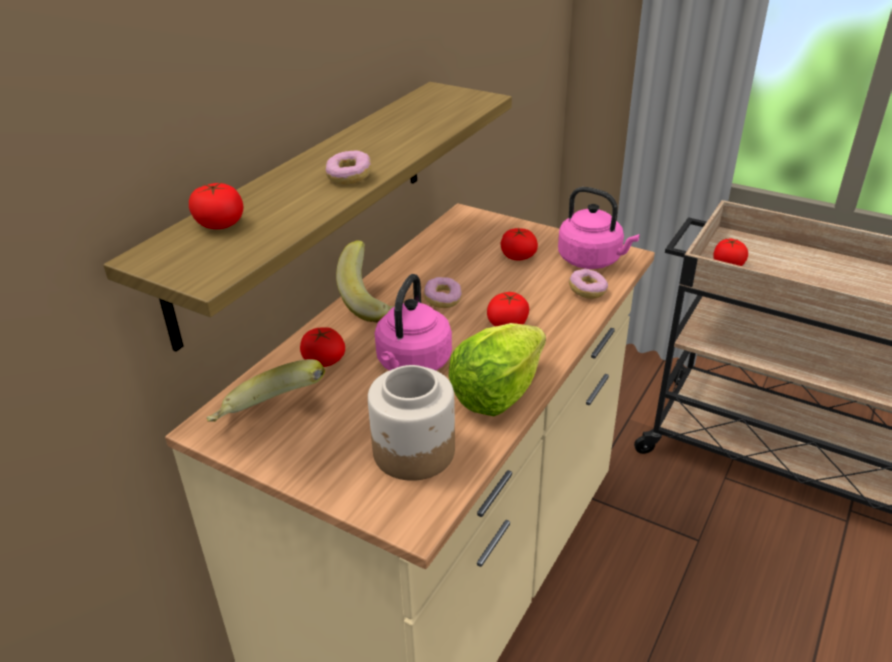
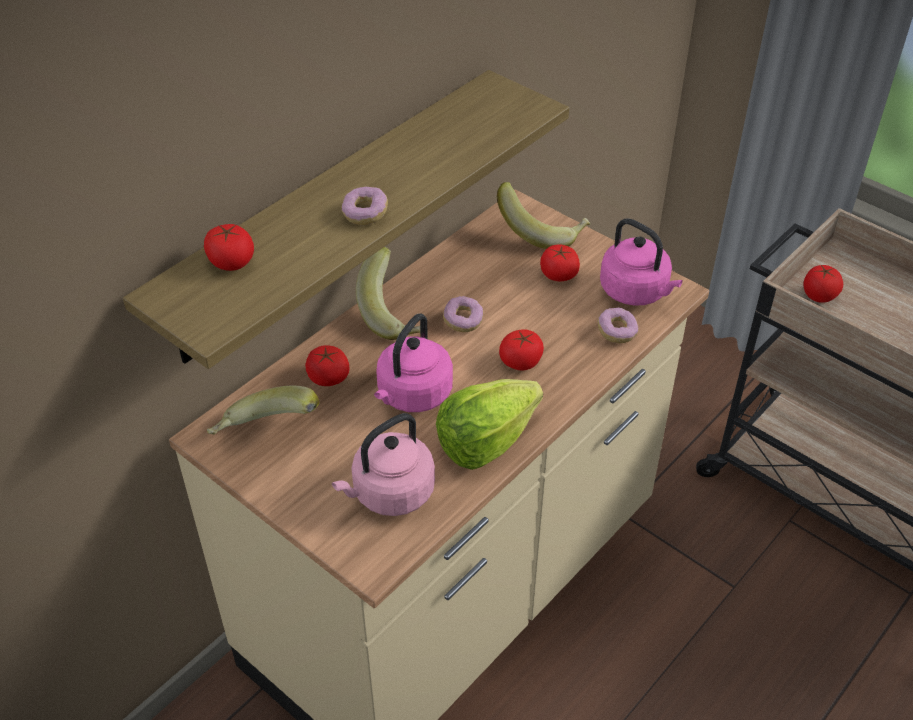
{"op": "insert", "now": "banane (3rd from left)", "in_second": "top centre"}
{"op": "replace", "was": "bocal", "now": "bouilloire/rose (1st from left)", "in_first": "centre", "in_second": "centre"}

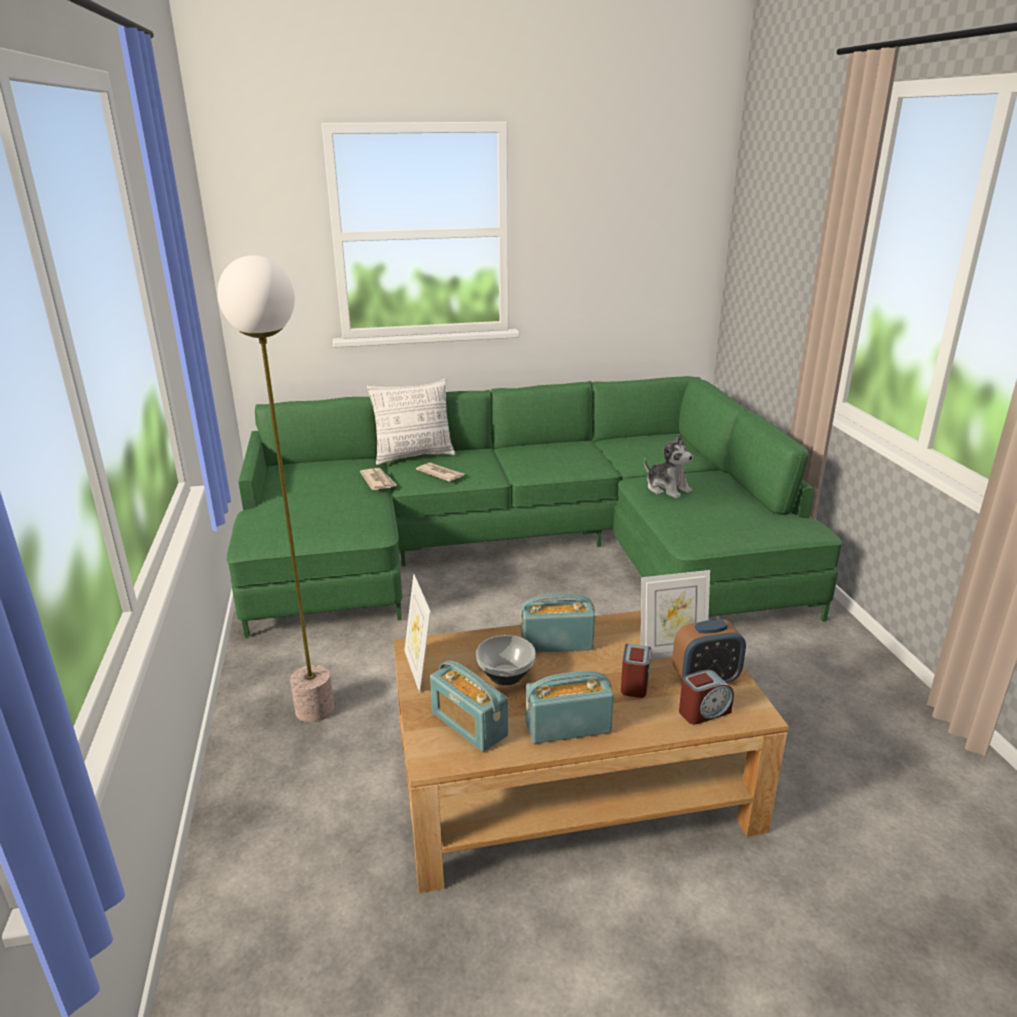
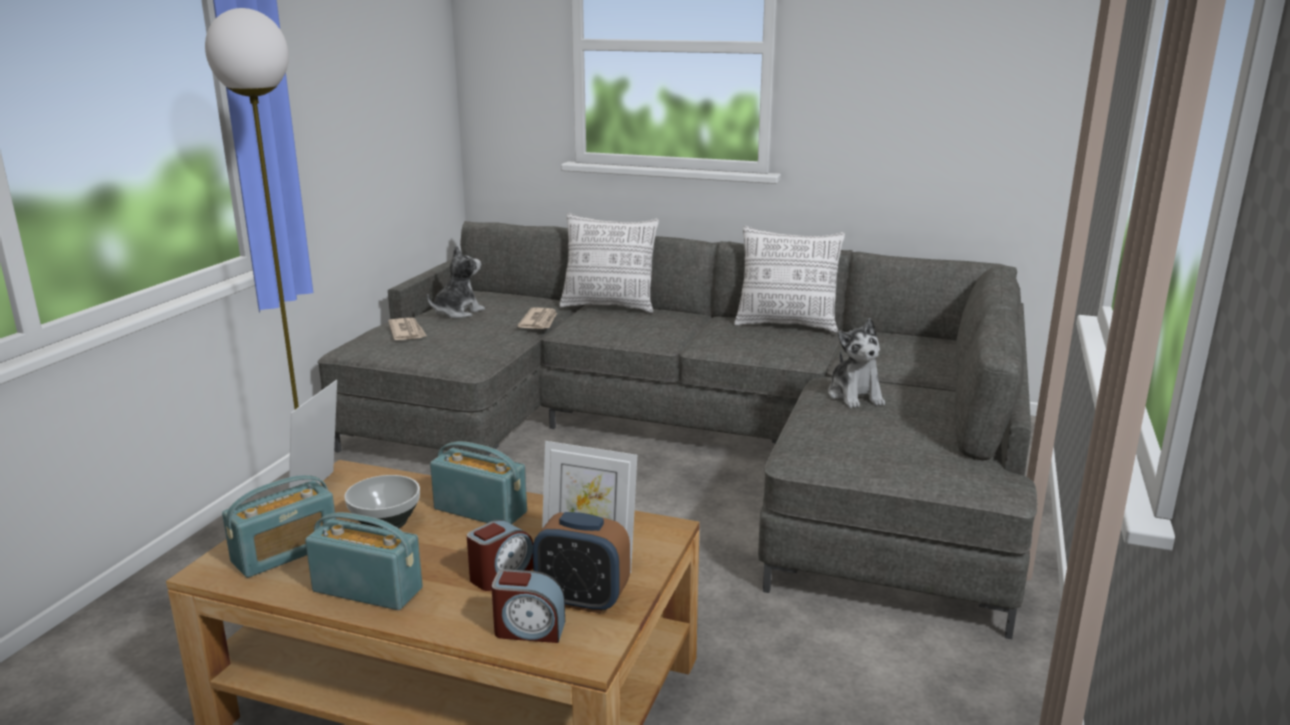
{"op": "insert", "now": "peluche (1st from left)", "in_second": "centre"}
{"op": "insert", "now": "coussin (2nd from left)", "in_second": "centre"}
{"op": "move", "was": "journal (2nd from left in the first image)", "now": "journal (1st from left)", "in_first": "centre", "in_second": "middle left"}
{"op": "recolor", "was": "canapé/vert", "now": "canapé/gris", "in_first": "centre", "in_second": "centre"}
{"op": "rotate", "was": "radio (1st from left)", "in_first": "bottom centre", "in_second": "bottom left", "clockwise": -120}

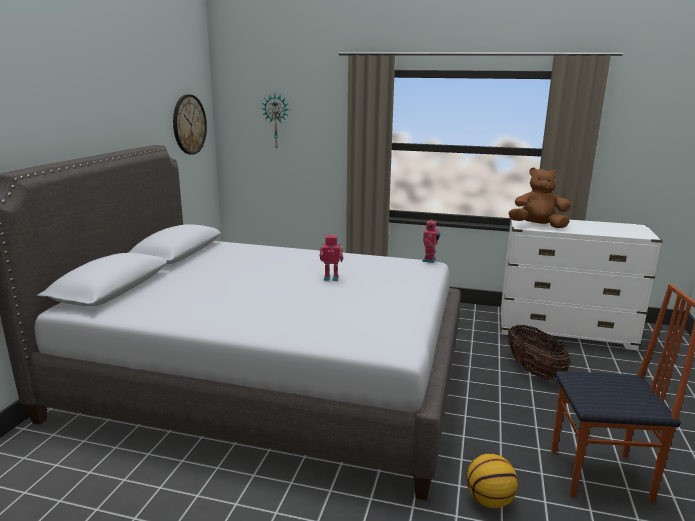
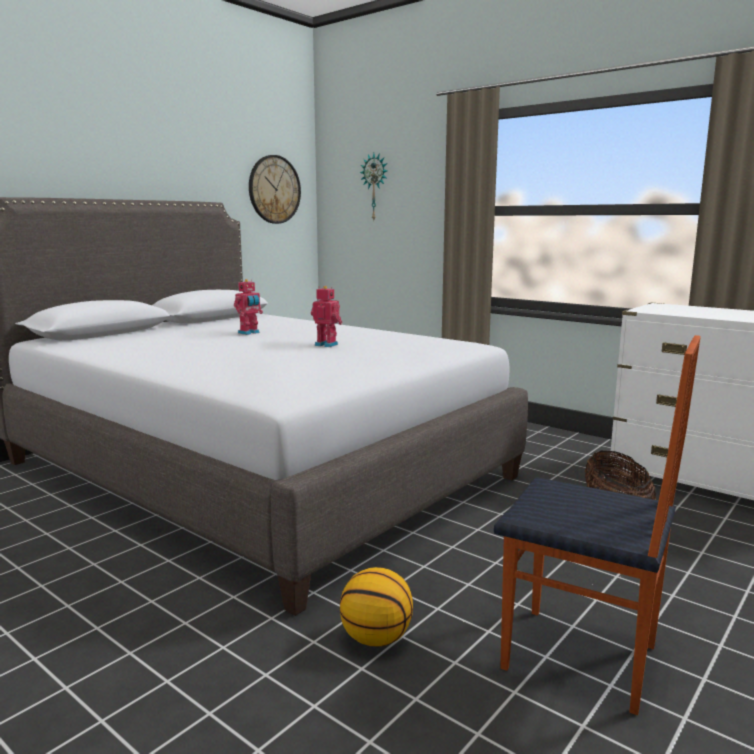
{"op": "delete", "was": "peluche/marron", "in_first": "middle right"}
{"op": "move", "was": "robot jouet (2nd from left in the first image)", "now": "robot jouet (1st from left)", "in_first": "centre", "in_second": "middle left"}

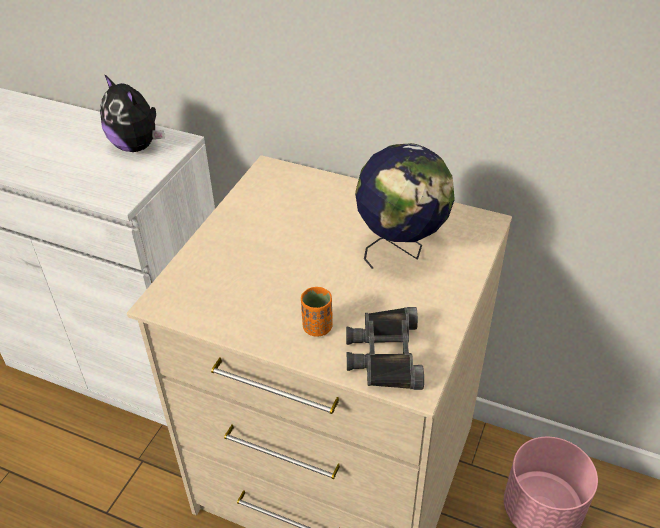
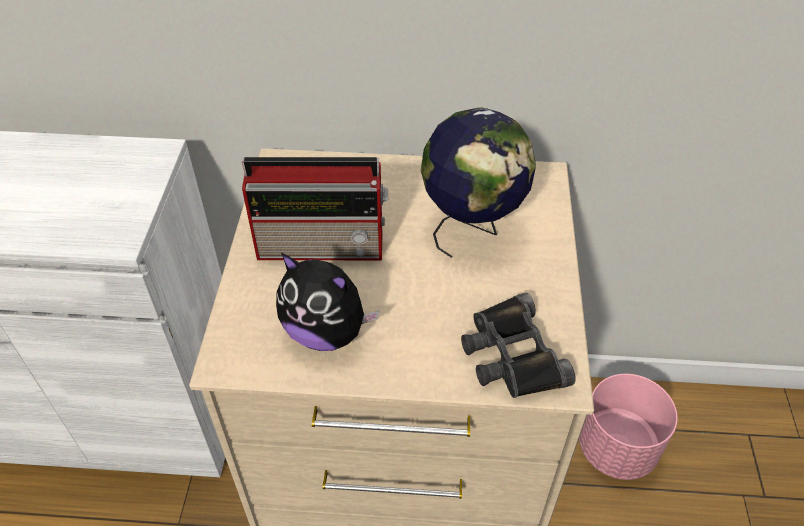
{"op": "delete", "was": "tasse/orange", "in_first": "centre"}
{"op": "insert", "now": "radio", "in_second": "centre"}
{"op": "move", "was": "peluche", "in_first": "top left", "in_second": "centre"}

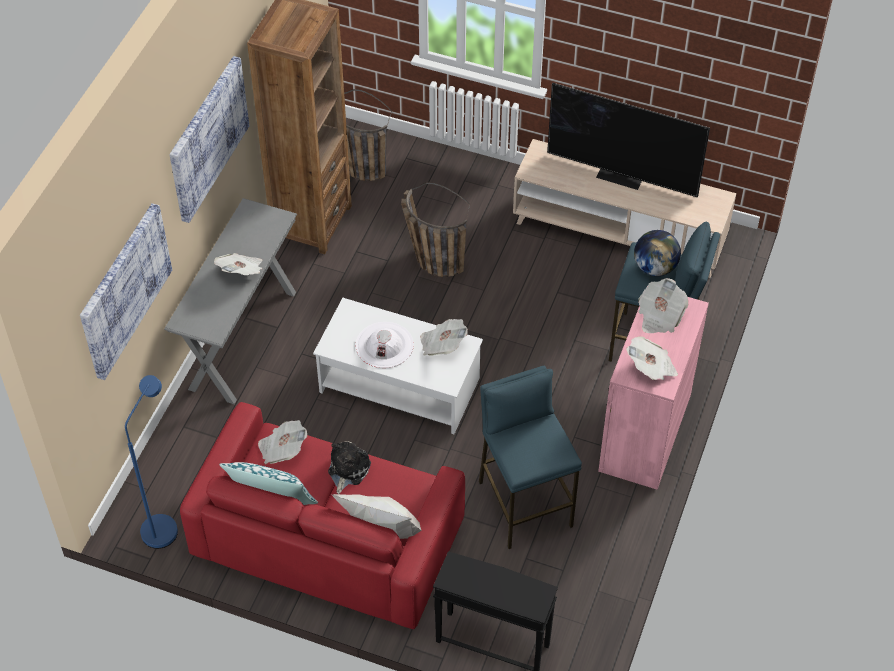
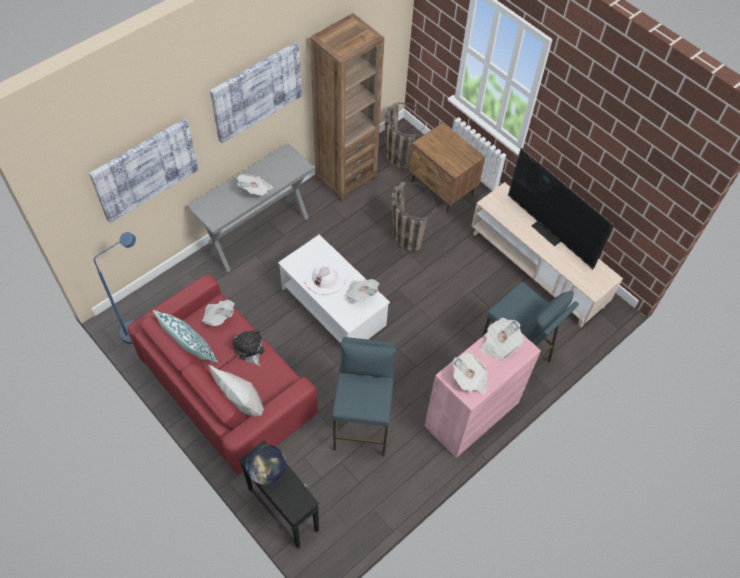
{"op": "insert", "now": "table de chevet/marron", "in_second": "top centre"}
{"op": "move", "was": "globe", "in_first": "middle right", "in_second": "bottom centre"}
{"op": "rotate", "was": "peluche", "in_first": "bottom centre", "in_second": "centre", "clockwise": -75}

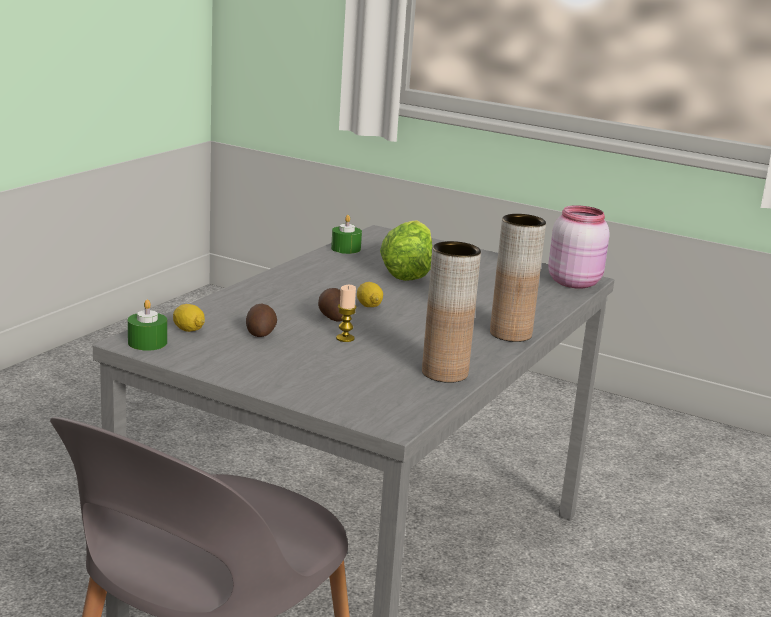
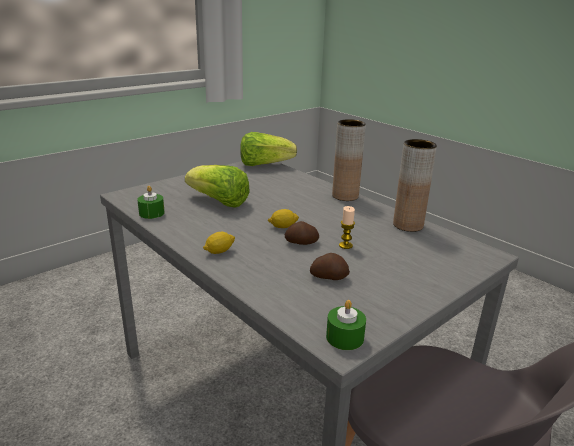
{"op": "move", "was": "citron (1st from left)", "in_first": "middle left", "in_second": "centre"}
{"op": "replace", "was": "bocal/rose", "now": "laitue (2nd from left)", "in_first": "middle right", "in_second": "centre"}

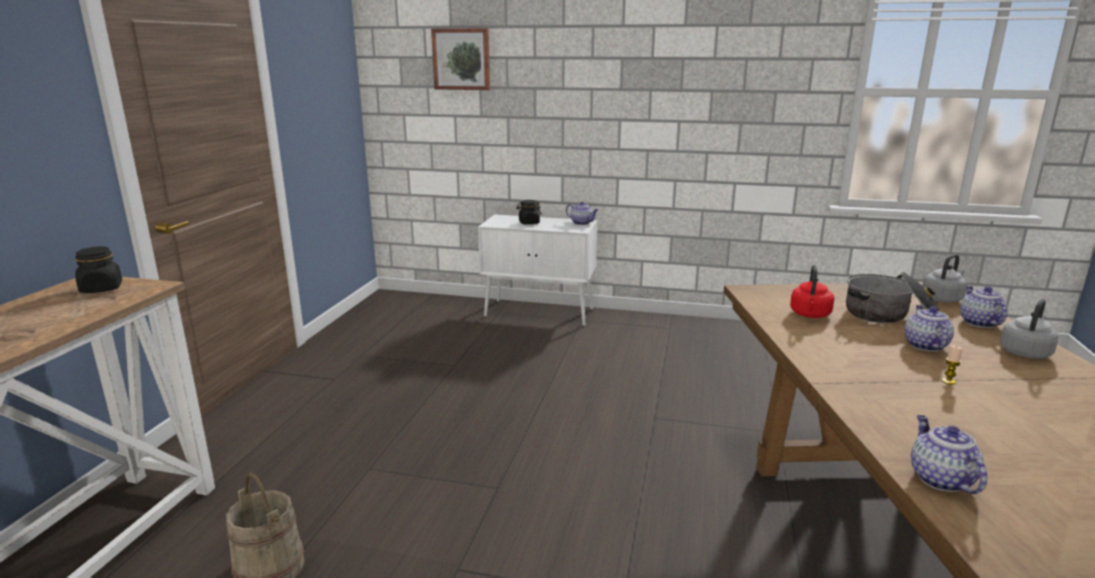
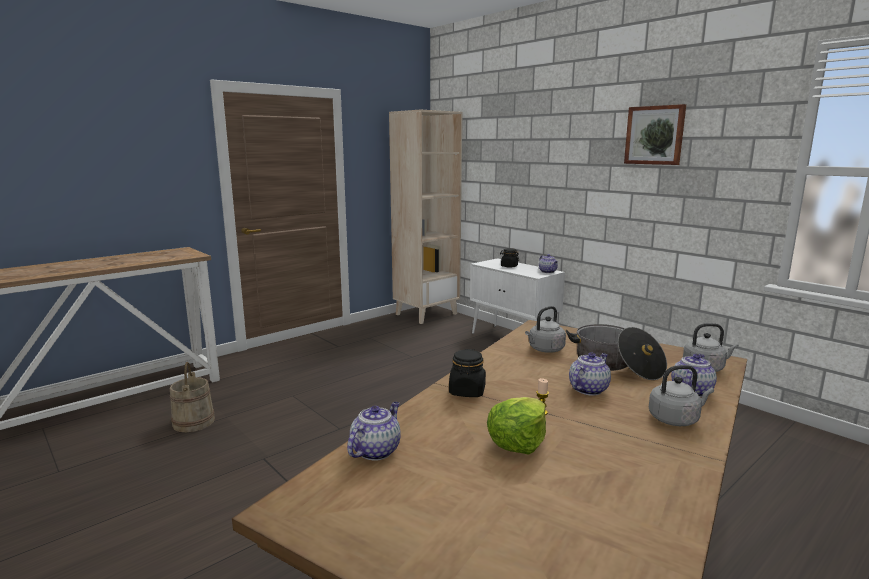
{"op": "insert", "now": "bibliothèque/beige", "in_second": "centre"}
{"op": "insert", "now": "laitue", "in_second": "bottom centre"}
{"op": "move", "was": "bocal/noir (1st from left)", "in_first": "middle left", "in_second": "centre"}
{"op": "move", "was": "tableau", "in_first": "top centre", "in_second": "top right"}
{"op": "recolor", "was": "bouilloire/rouge", "now": "bouilloire/gris (1st from left)", "in_first": "middle right", "in_second": "centre"}

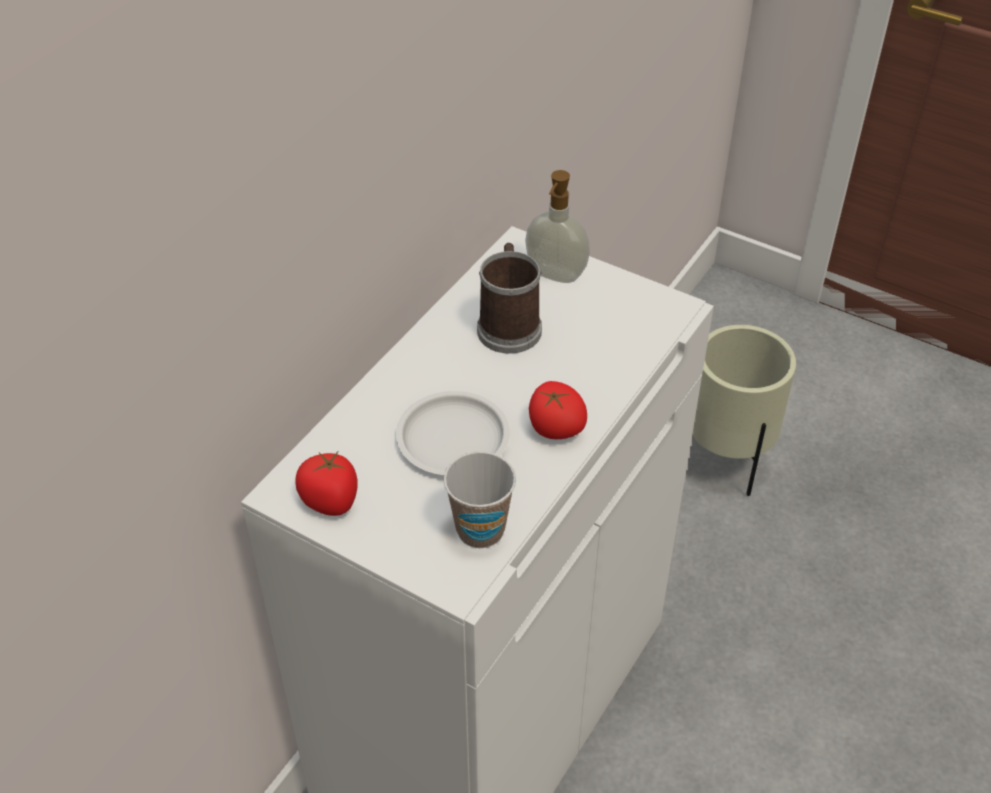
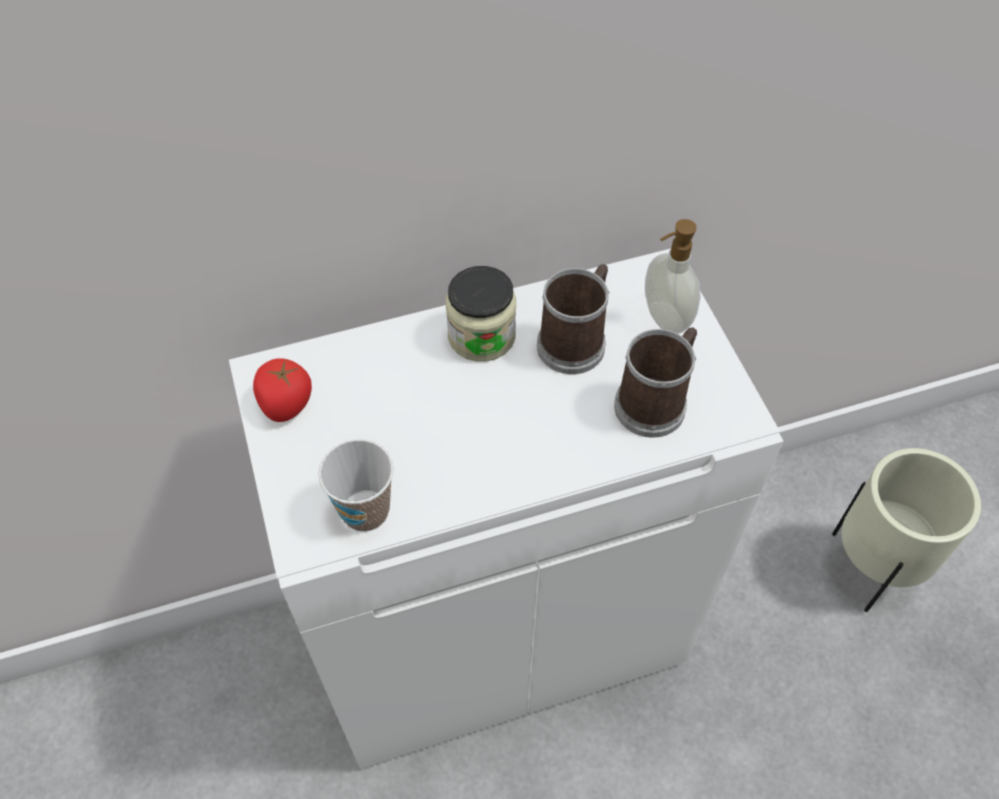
{"op": "delete", "was": "assiette/blanc", "in_first": "centre"}
{"op": "delete", "was": "tomate (2nd from left)", "in_first": "centre"}
{"op": "insert", "now": "bocal", "in_second": "centre"}
{"op": "insert", "now": "mug (2nd from left)", "in_second": "centre"}

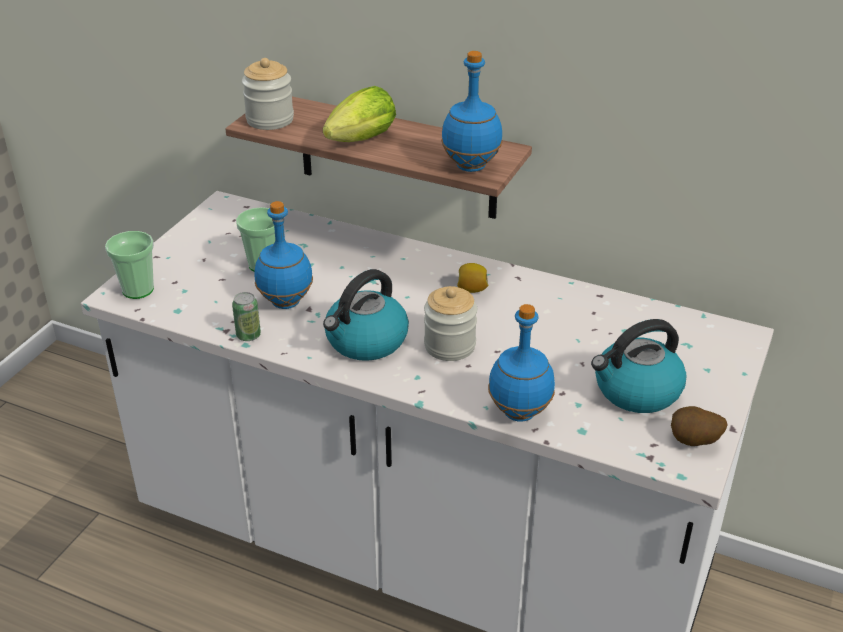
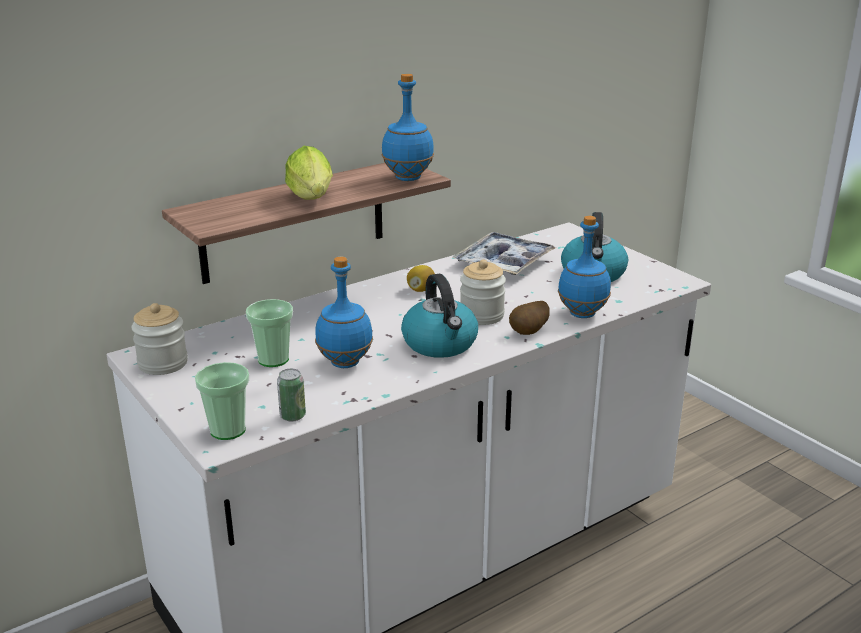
{"op": "insert", "now": "plateau", "in_second": "centre"}
{"op": "move", "was": "boîte métallique", "in_first": "middle left", "in_second": "centre"}
{"op": "move", "was": "bocal (1st from left)", "in_first": "top left", "in_second": "middle left"}
{"op": "move", "was": "pomme de terre", "in_first": "bottom right", "in_second": "centre"}

